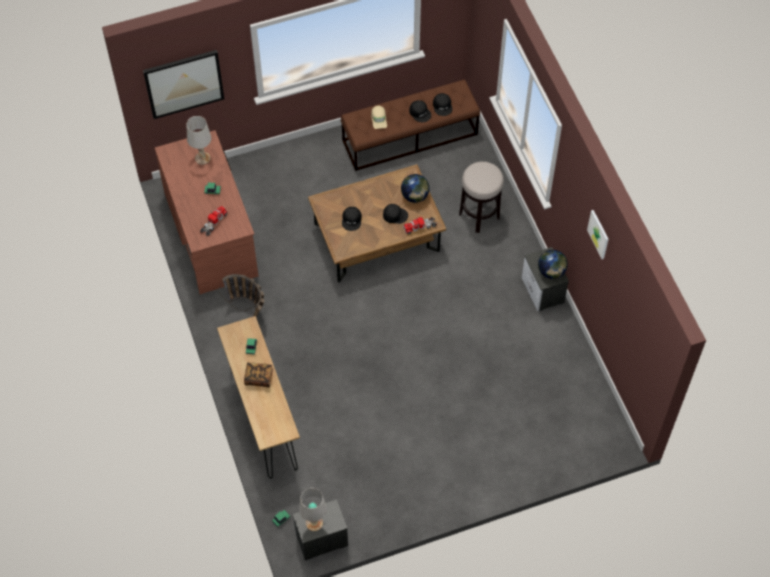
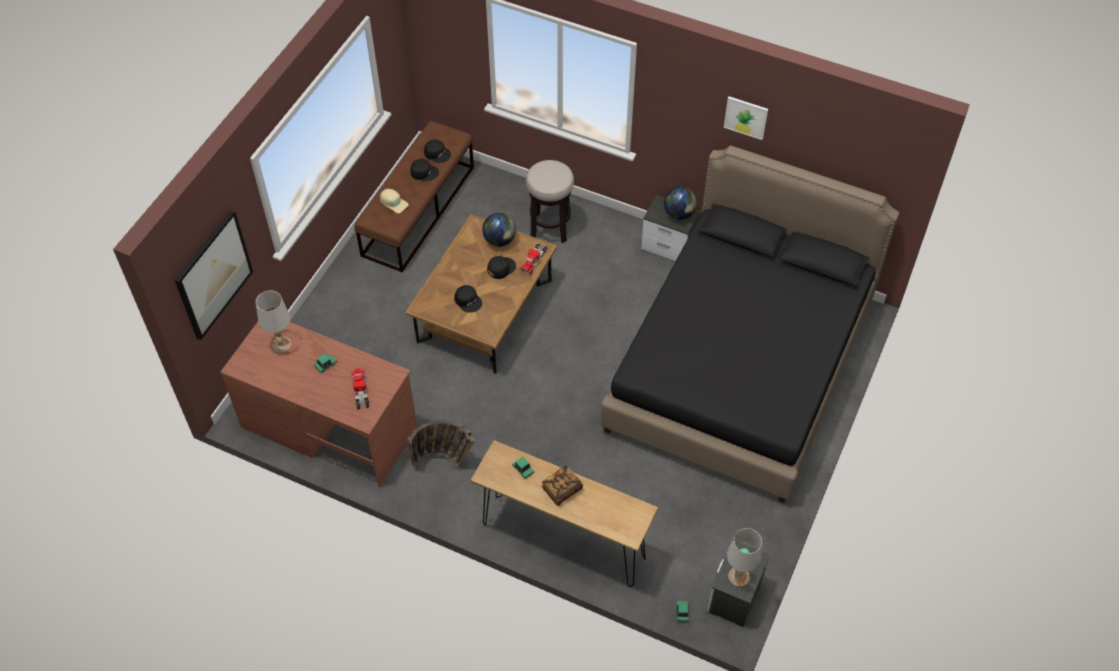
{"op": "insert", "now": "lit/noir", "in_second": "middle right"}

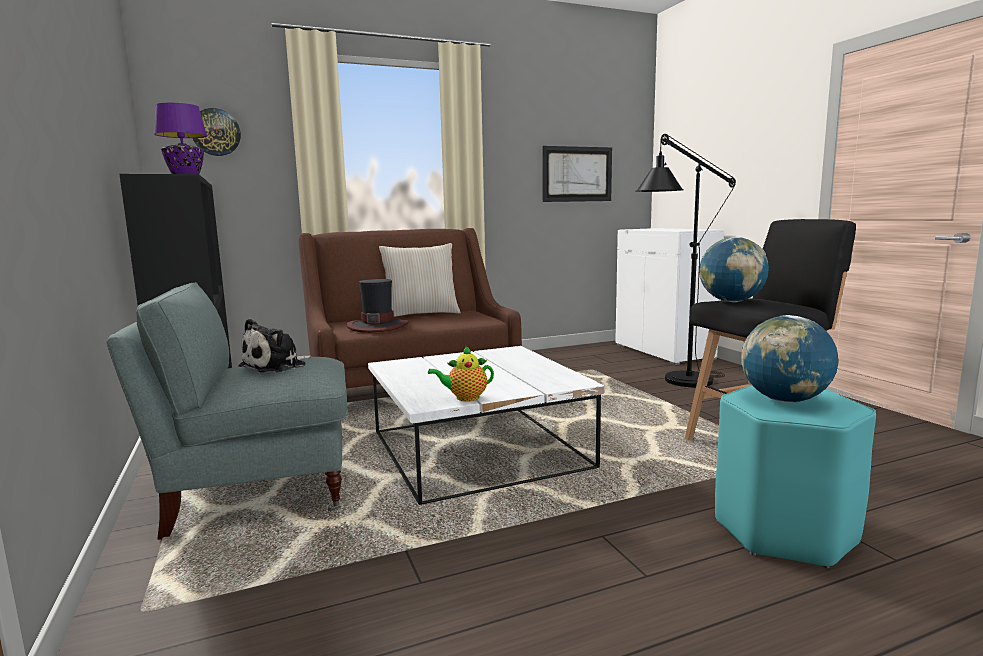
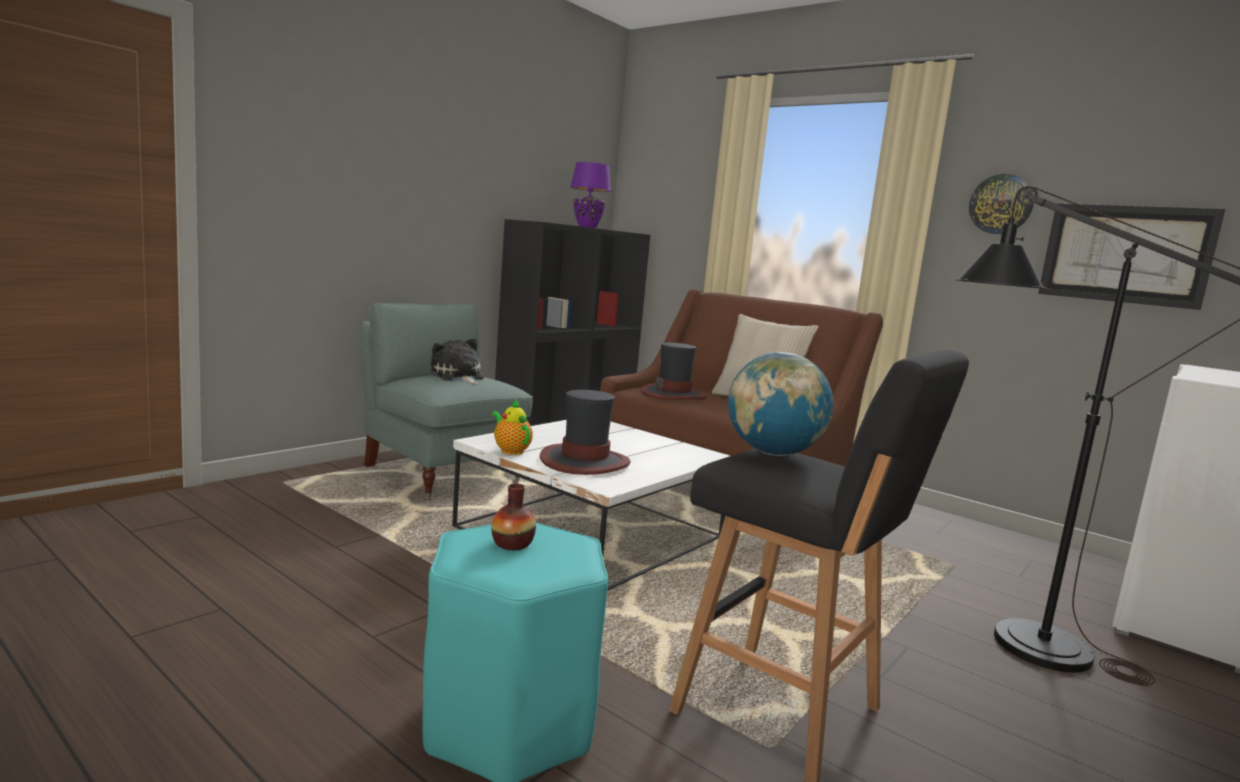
{"op": "insert", "now": "chapeau (1st from left)", "in_second": "centre"}
{"op": "move", "was": "horloge murale", "in_first": "top left", "in_second": "top right"}
{"op": "replace", "was": "globe (2nd from left)", "now": "vase", "in_first": "middle right", "in_second": "centre"}
{"op": "rotate", "was": "peluche", "in_first": "middle left", "in_second": "centre", "clockwise": 45}

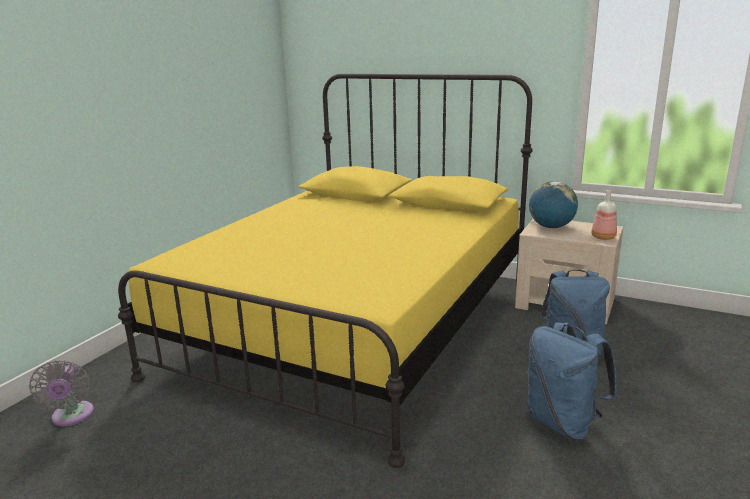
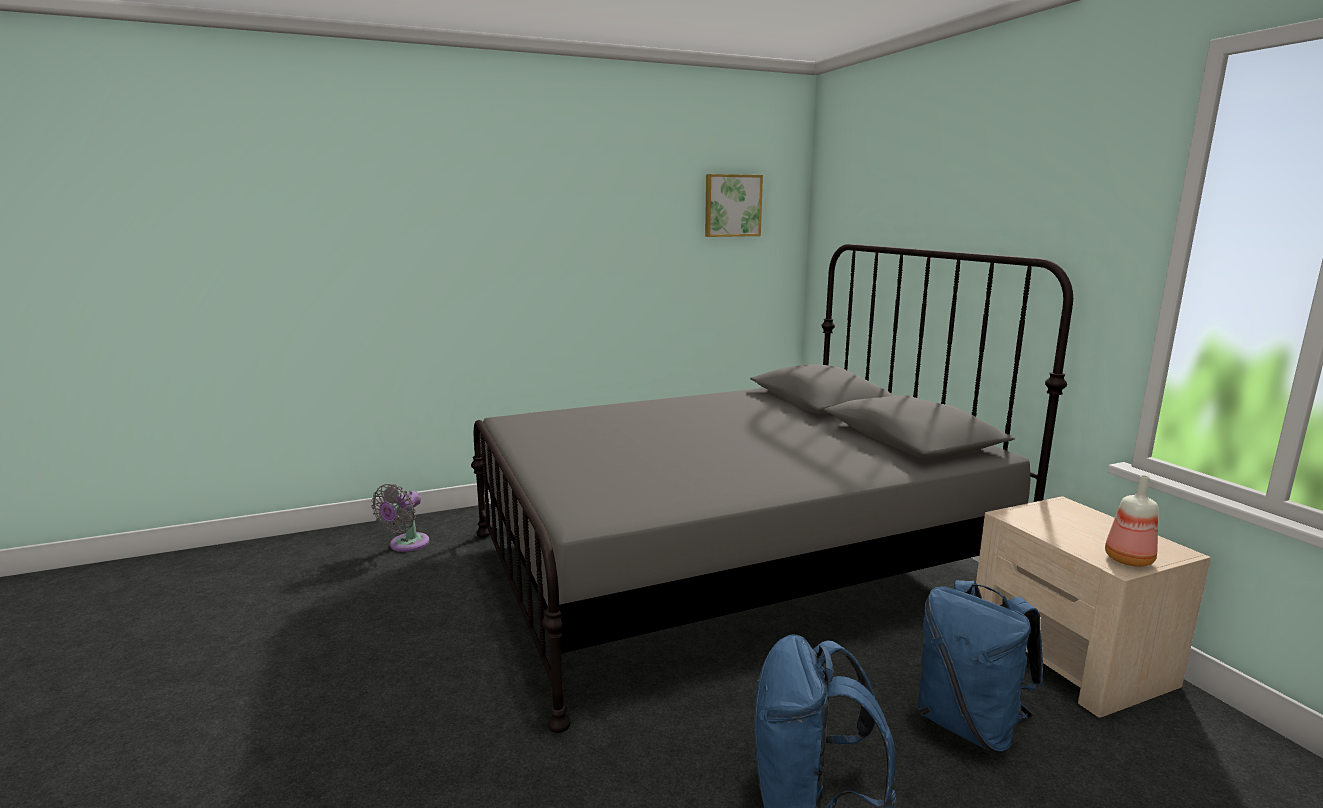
{"op": "delete", "was": "globe", "in_first": "middle right"}
{"op": "insert", "now": "tableau", "in_second": "top centre"}
{"op": "recolor", "was": "lit/jaune", "now": "lit/gris", "in_first": "centre", "in_second": "centre"}

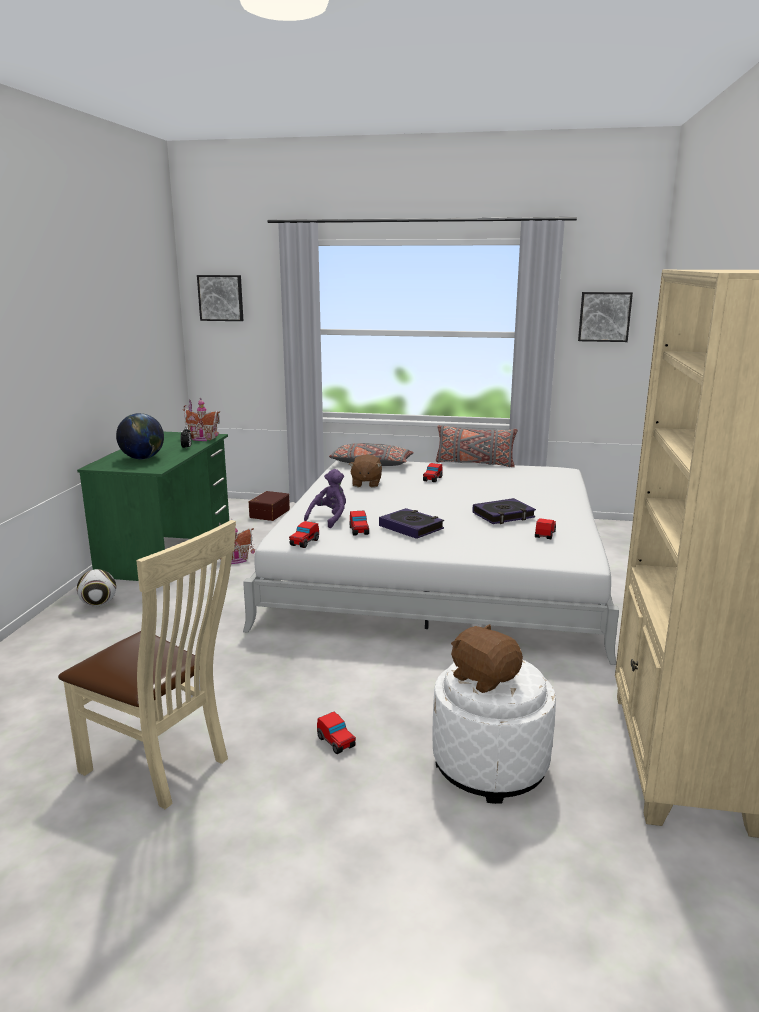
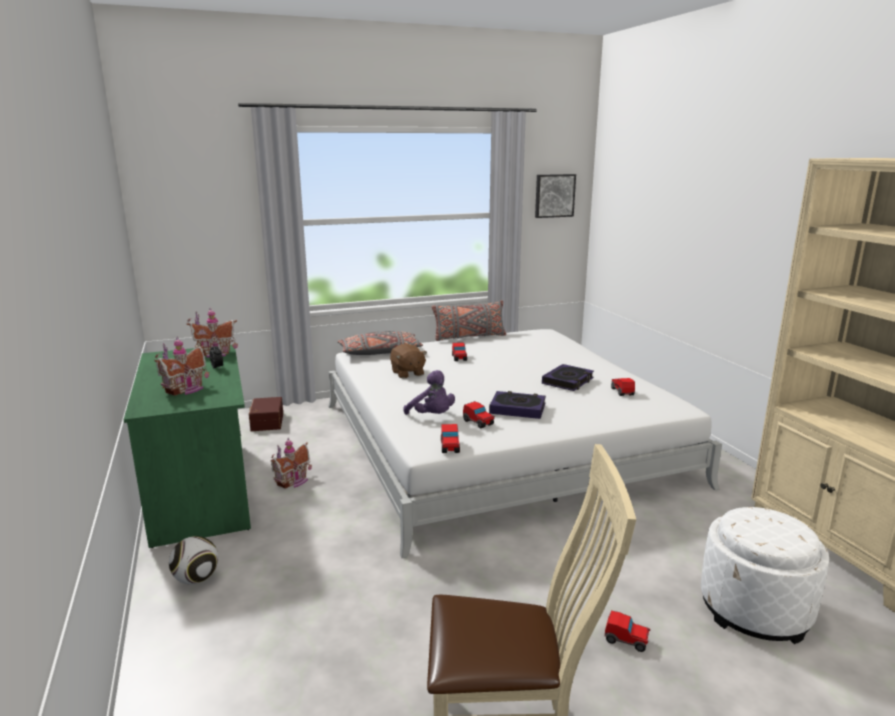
{"op": "delete", "was": "tableau (1st from left)", "in_first": "top left"}
{"op": "delete", "was": "peluche/marron (2nd from left)", "in_first": "centre"}
{"op": "replace", "was": "globe", "now": "maison miniature (1st from left)", "in_first": "middle left", "in_second": "middle left"}
{"op": "rotate", "was": "peluche/violet", "in_first": "centre", "in_second": "centre", "clockwise": 135}

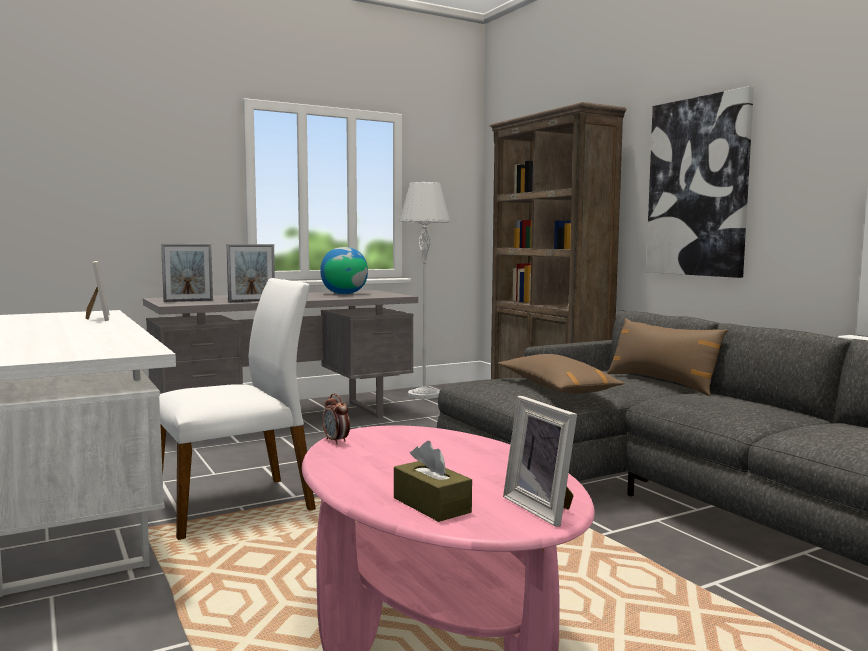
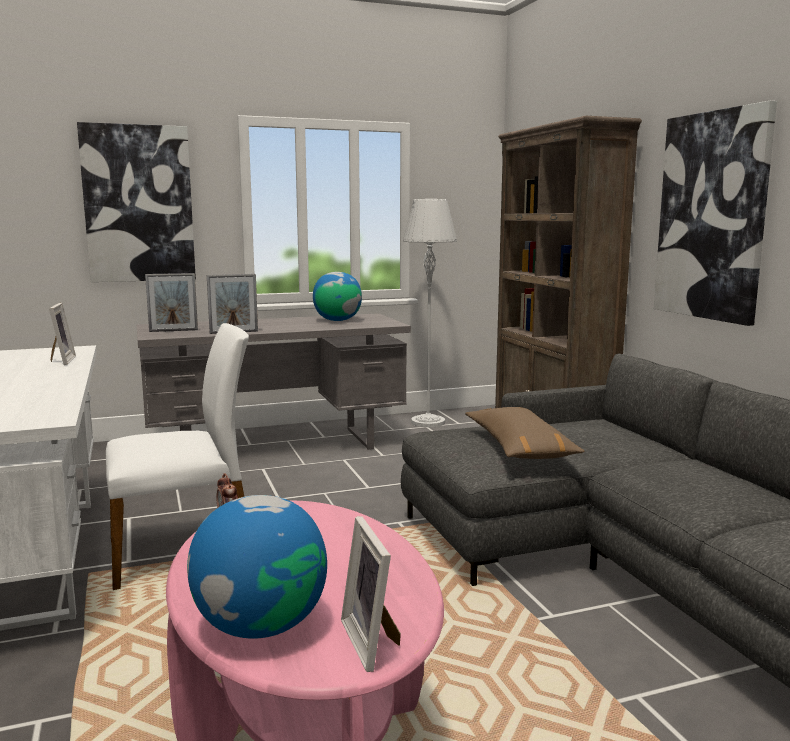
{"op": "delete", "was": "coussin/marron (2nd from left)", "in_first": "middle right"}
{"op": "insert", "now": "tableau (1st from left)", "in_second": "top left"}
{"op": "replace", "was": "boîte à mouchoirs/marron", "now": "globe (1st from left)", "in_first": "bottom centre", "in_second": "bottom left"}

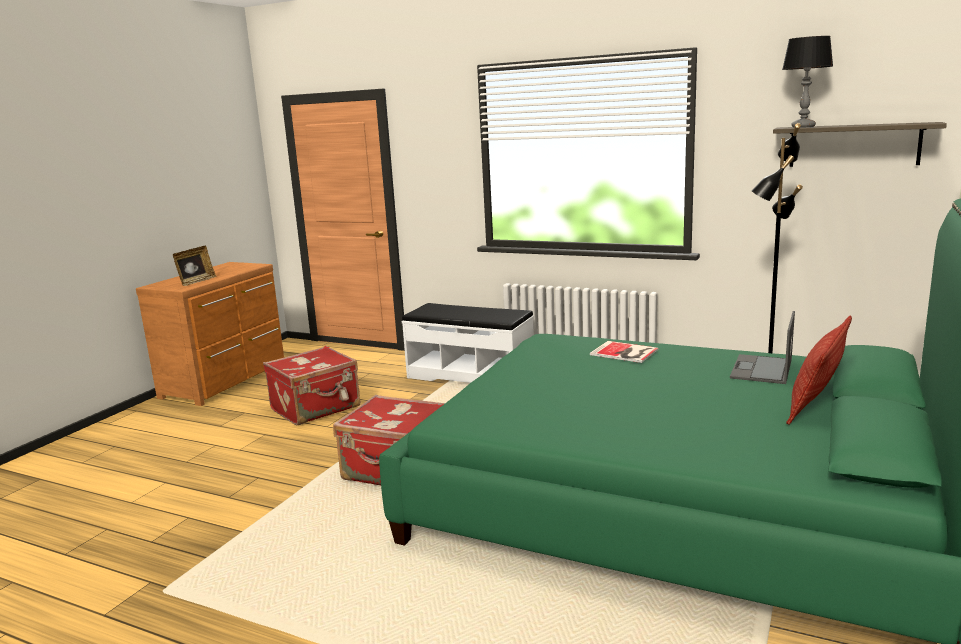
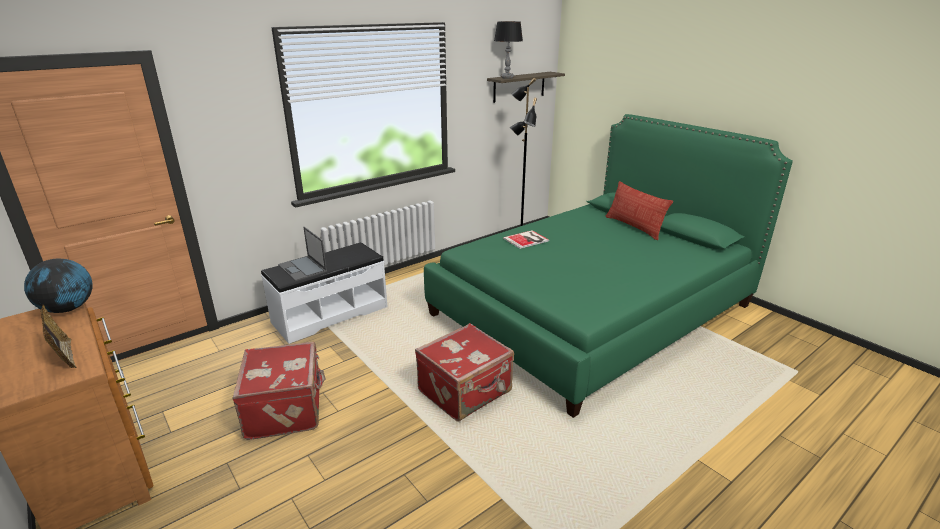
{"op": "insert", "now": "globe", "in_second": "middle left"}
{"op": "move", "was": "ordinateur portable", "in_first": "middle right", "in_second": "middle left"}

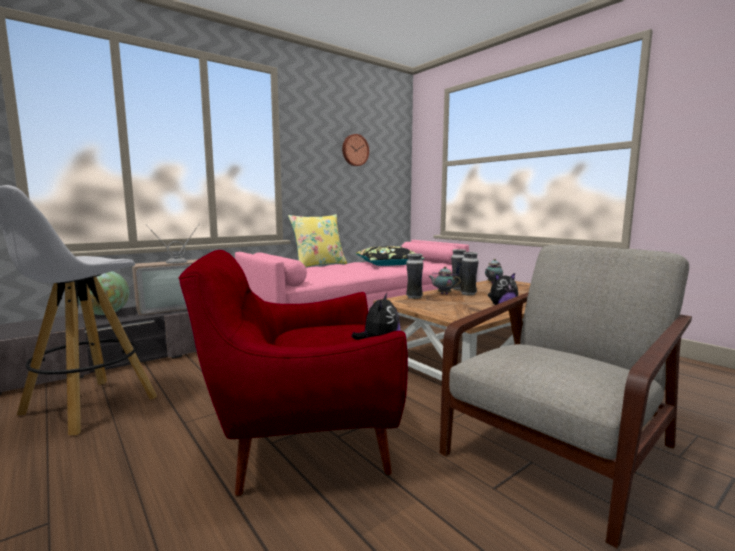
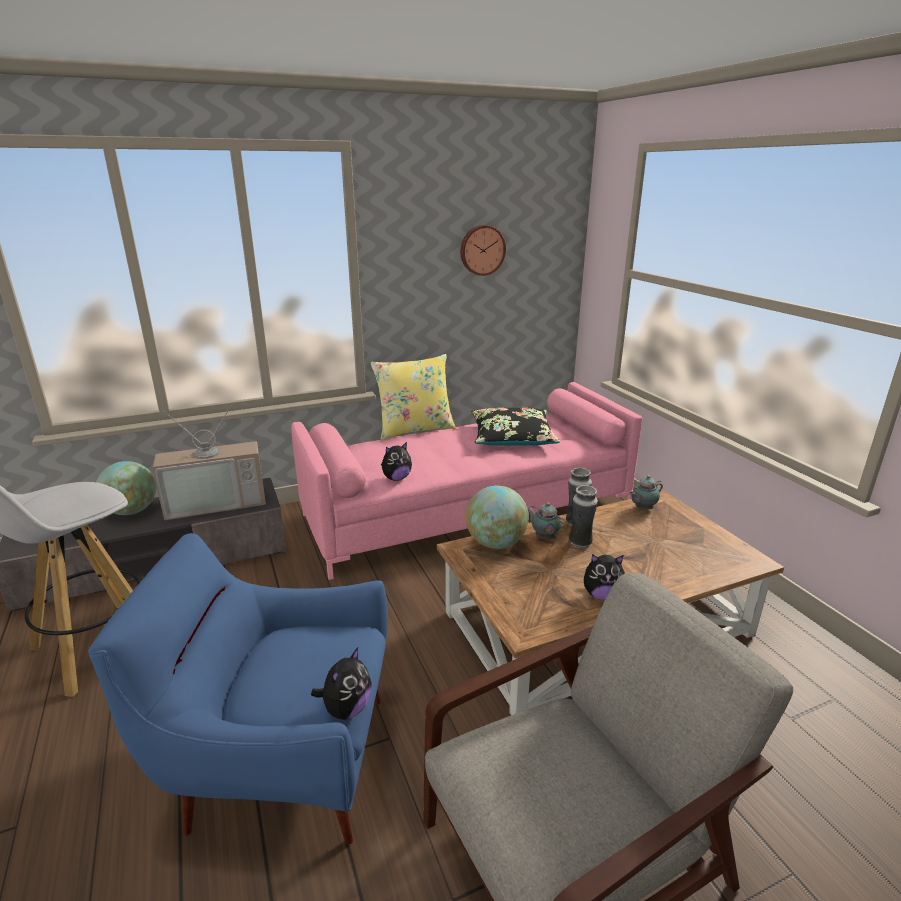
{"op": "insert", "now": "peluche (2nd from left)", "in_second": "centre"}
{"op": "replace", "was": "vase (1st from left)", "now": "globe (2nd from left)", "in_first": "centre", "in_second": "centre"}
{"op": "recolor", "was": "fauteuil/rouge", "now": "fauteuil/bleu", "in_first": "bottom centre", "in_second": "bottom left"}

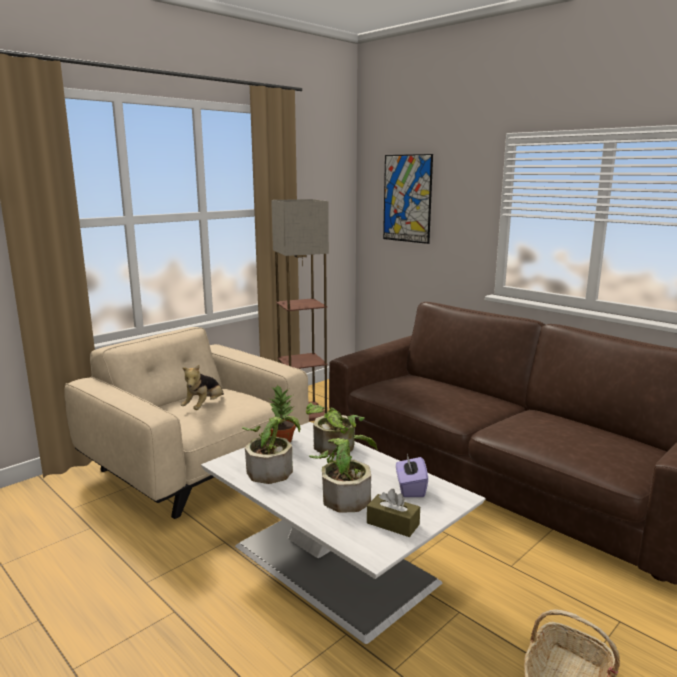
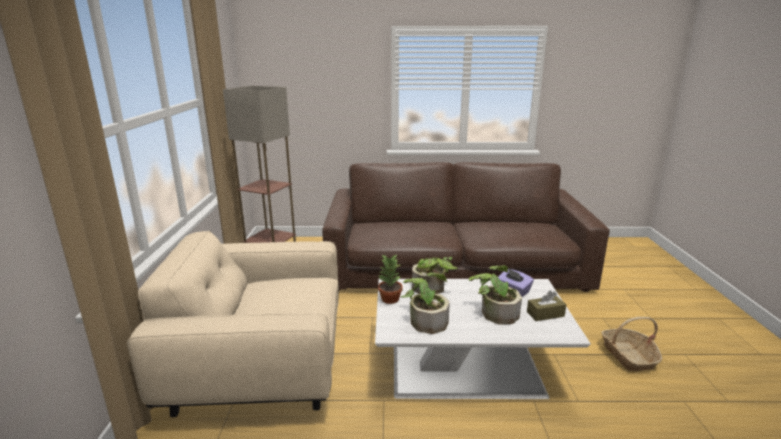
{"op": "delete", "was": "peluche", "in_first": "middle left"}
{"op": "delete", "was": "tableau", "in_first": "top centre"}

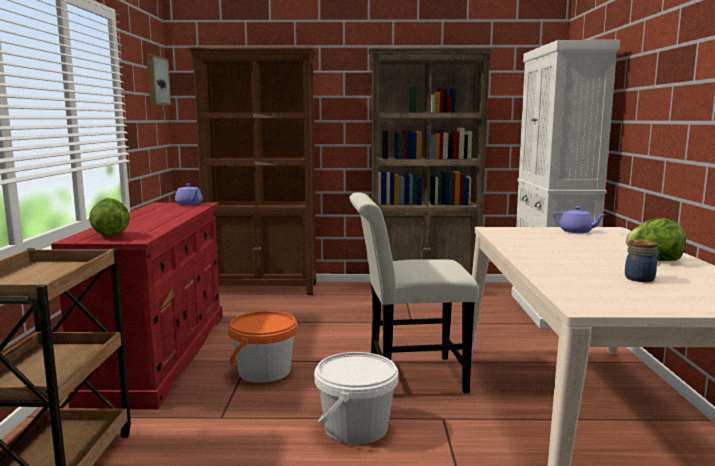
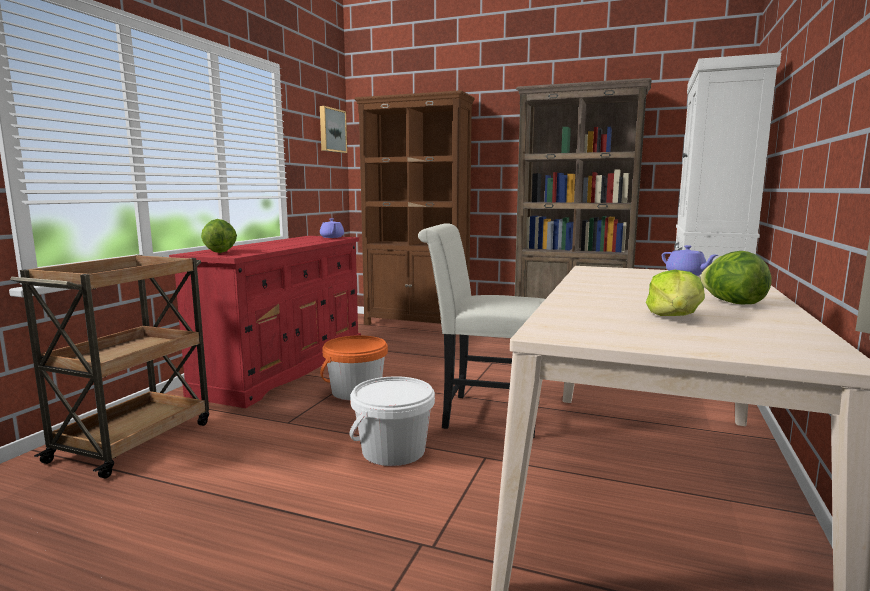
{"op": "replace", "was": "bocal", "now": "laitue (2nd from left)", "in_first": "middle right", "in_second": "middle right"}

